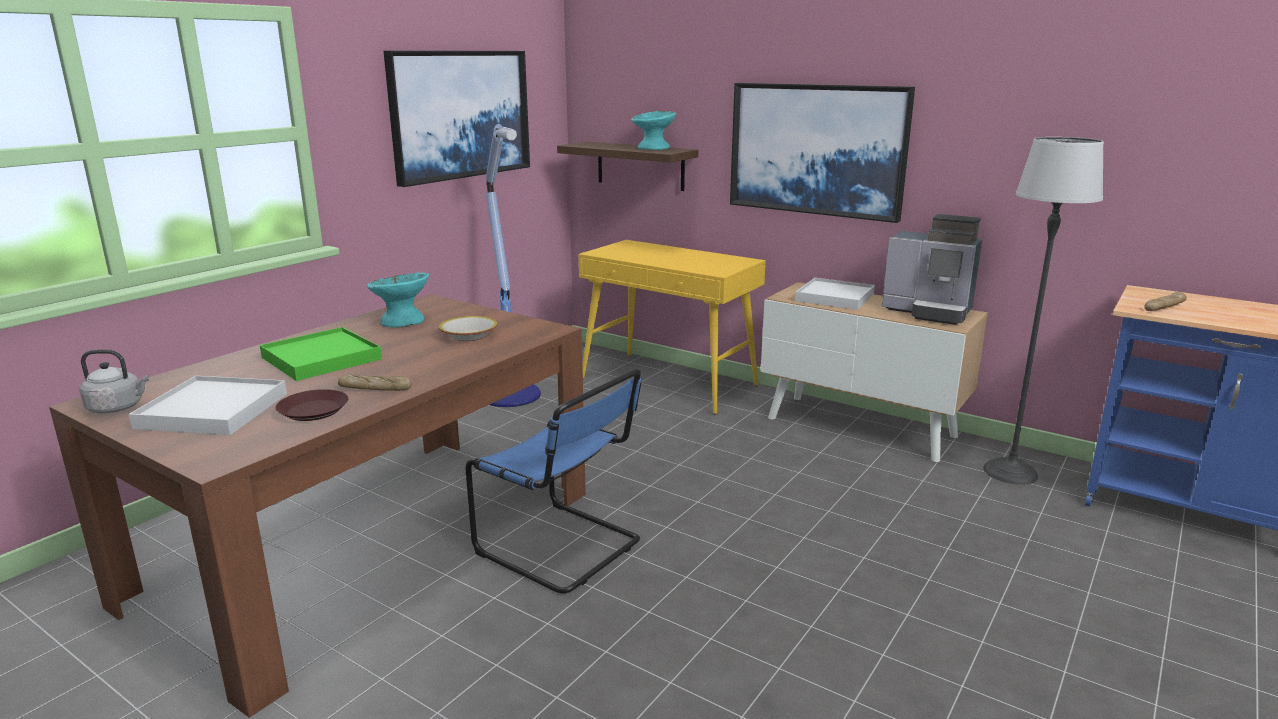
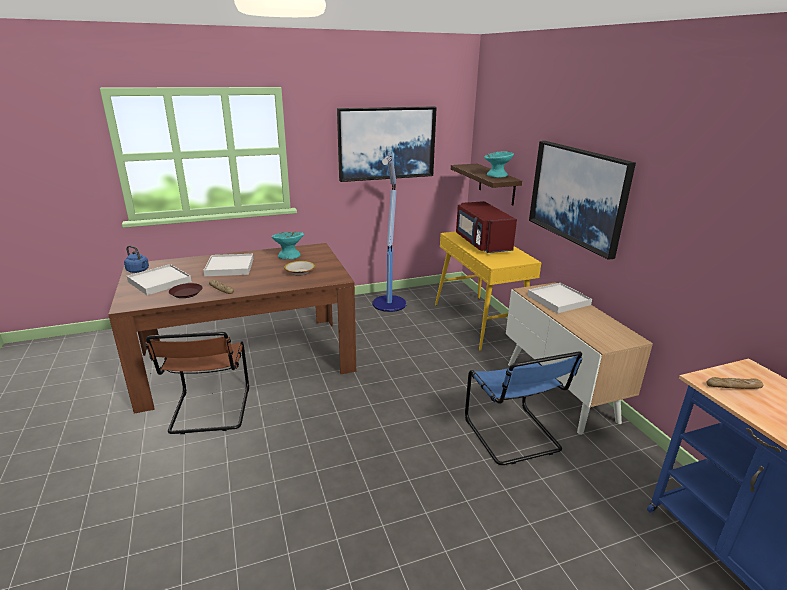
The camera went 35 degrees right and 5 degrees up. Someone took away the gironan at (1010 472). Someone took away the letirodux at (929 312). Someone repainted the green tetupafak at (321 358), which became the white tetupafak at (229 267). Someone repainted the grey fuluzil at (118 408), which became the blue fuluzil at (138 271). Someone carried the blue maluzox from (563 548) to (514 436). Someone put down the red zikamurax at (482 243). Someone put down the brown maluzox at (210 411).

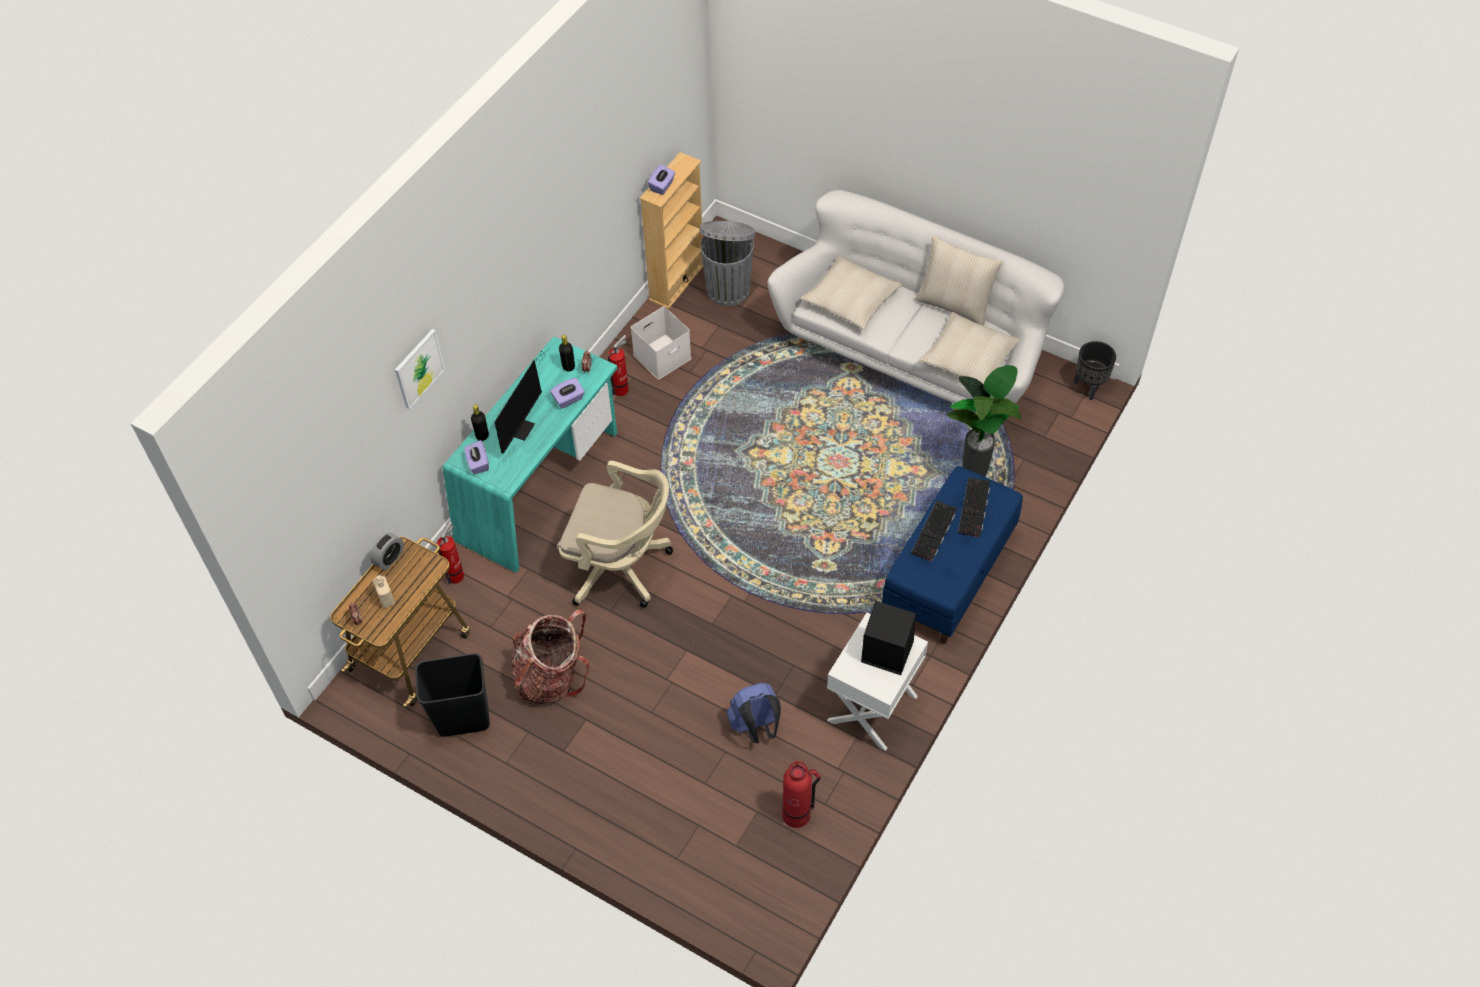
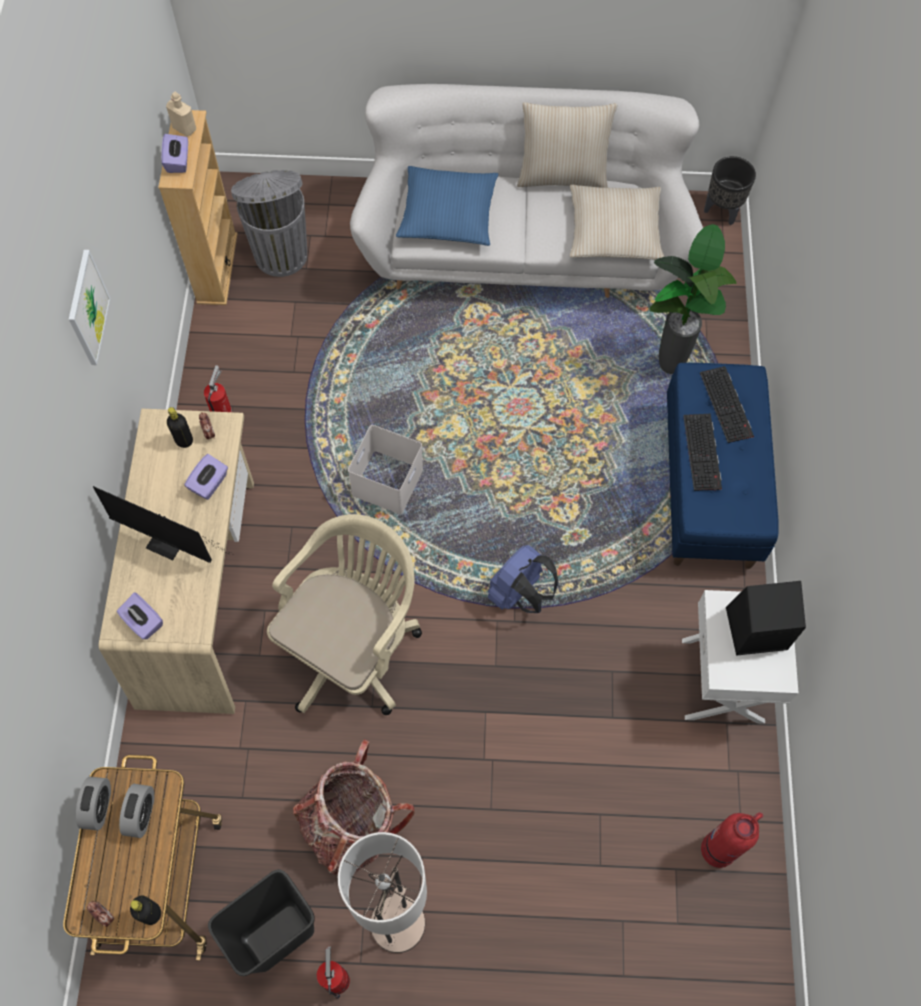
The camera went 30 degrees left and 10 degrees up. Someone repainted the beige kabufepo at (850 299), which became the blue kabufepo at (447 214). Someone carried the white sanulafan from (662 355) to (387 481). Someone carried the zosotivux from (419 368) to (87 308). Someone repainted the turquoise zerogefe at (541 487), which became the beige zerogefe at (202 590). Someone rotated the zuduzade at (522 426) by 120 degrees clockwise. Someone carried the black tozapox from (482 436) to (151 913). Someone rotated the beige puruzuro at (621 567) by 45 degrees counterclockwise. Someone carried the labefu from (456 574) to (337 977). Someone carried the beige tozapox from (386 599) to (184 129). Someone carried the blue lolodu from (756 727) to (520 594). Someone put down the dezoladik at (141 814). Someone put down the gironan at (397 923).

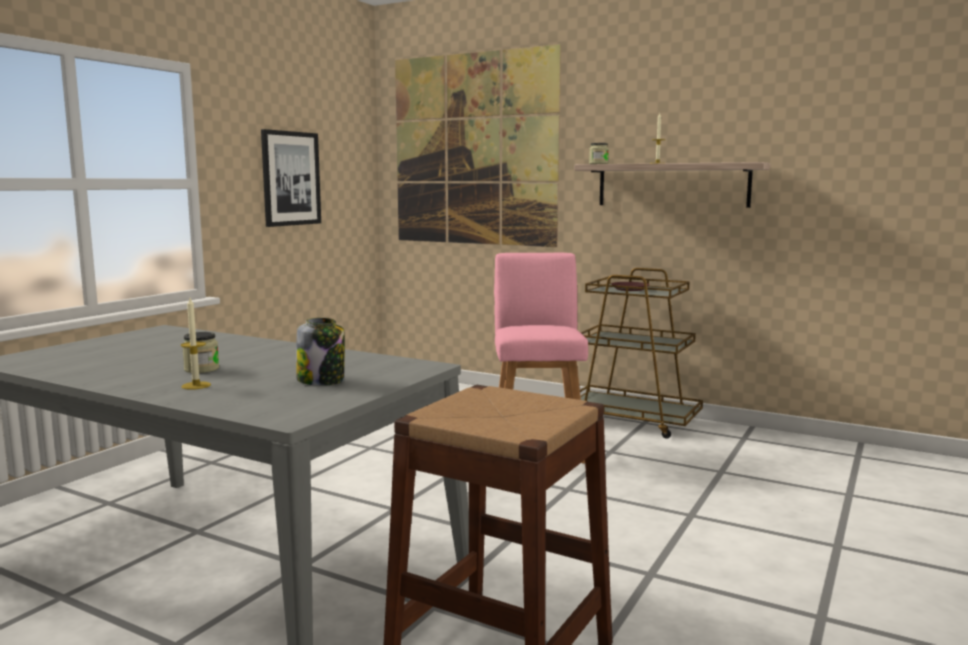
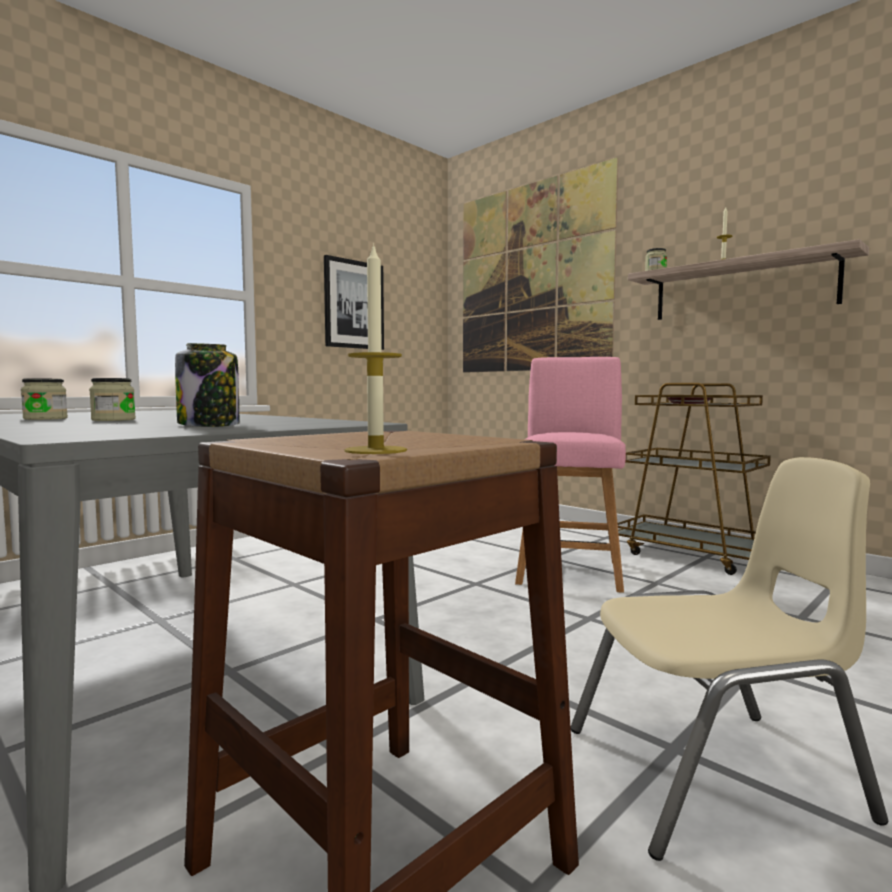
The camera went 15 degrees right and 5 degrees down. Someone carried the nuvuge from (196 385) to (375 450). Someone put down the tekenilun at (45 418). Someone put down the beige maluzox at (714 775).

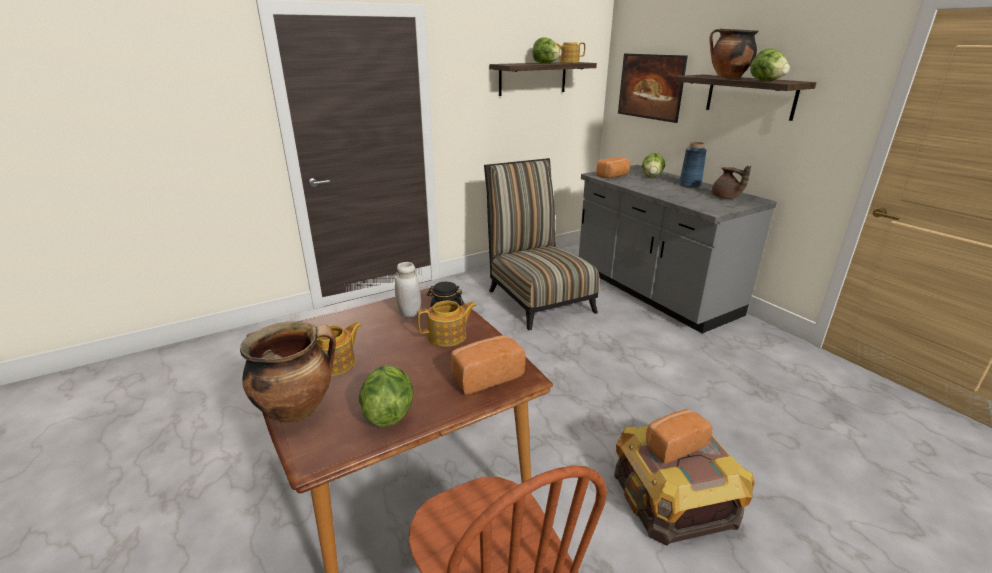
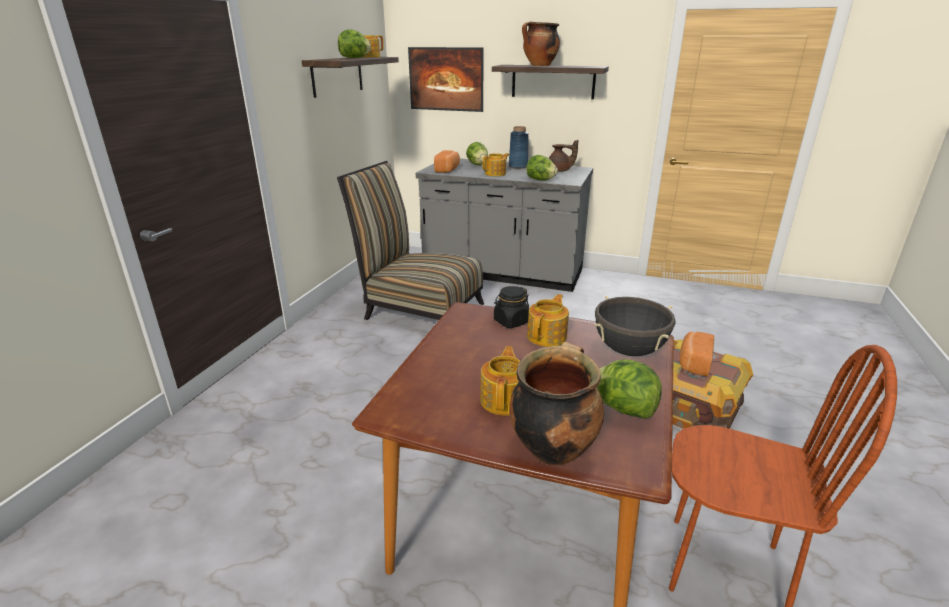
The camera went 40 degrees left and 0 degrees up. Someone carried the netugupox from (766 81) to (540 180). Someone took away the white tekenilun at (409 313). Someone swapped the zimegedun at (485 376) for the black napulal at (629 350). Someone put down the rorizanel at (496 174).

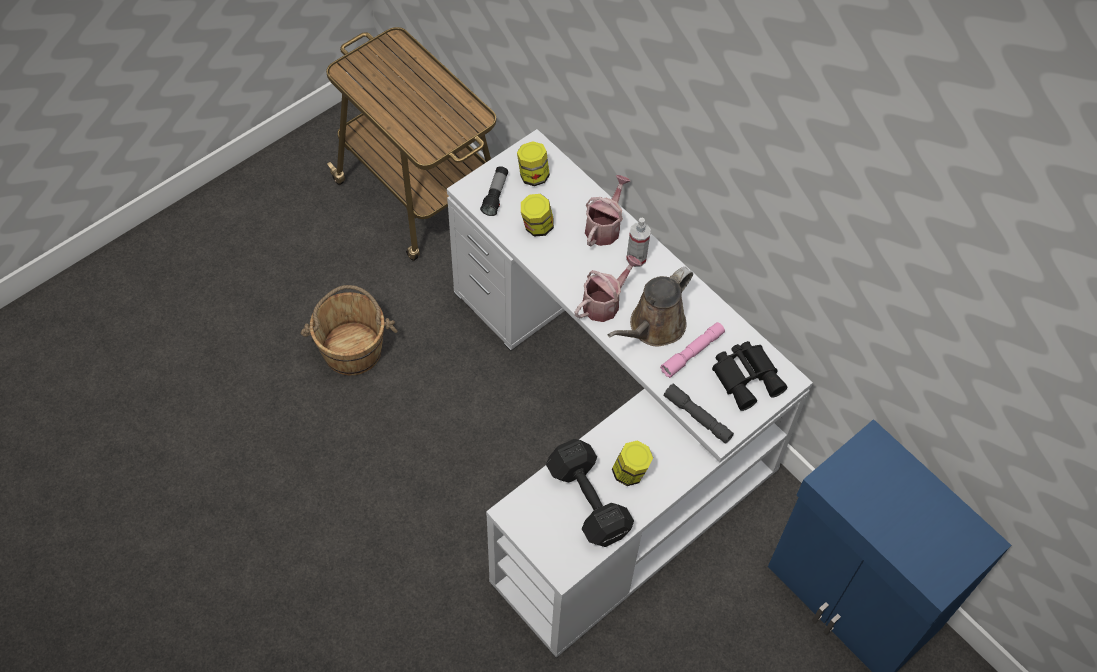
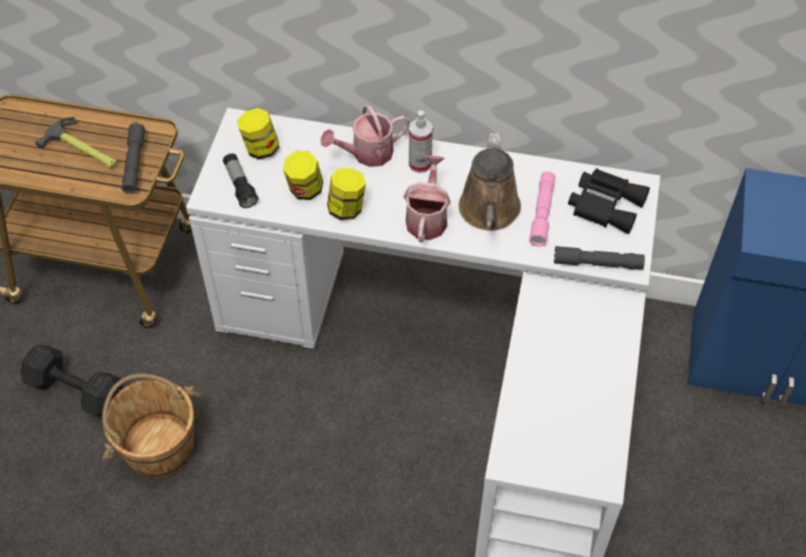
The camera went 35 degrees left and 5 degrees down. Someone rotated the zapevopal at (604 226) by 105 degrees counterclockwise. Someone carried the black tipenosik from (588 503) to (77 392). Someone carried the tekenilun from (630 472) to (347 208). Someone put down the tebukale at (83 150). Someone put down the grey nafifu at (134 163).

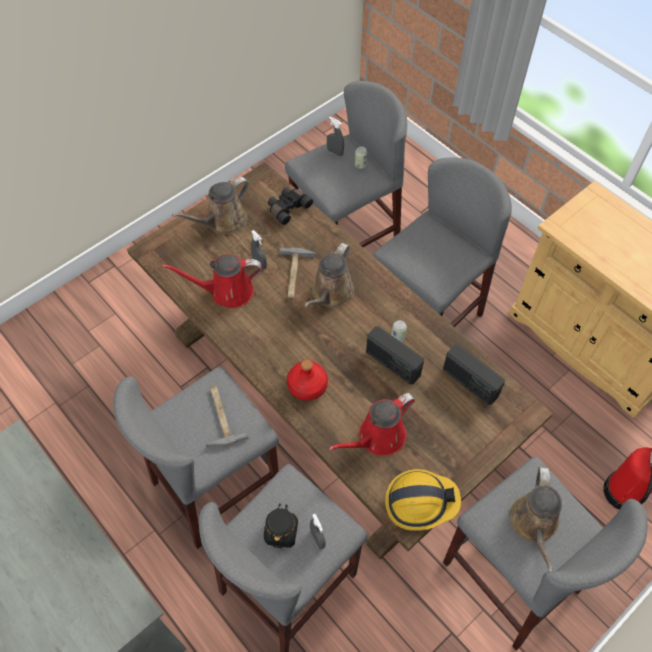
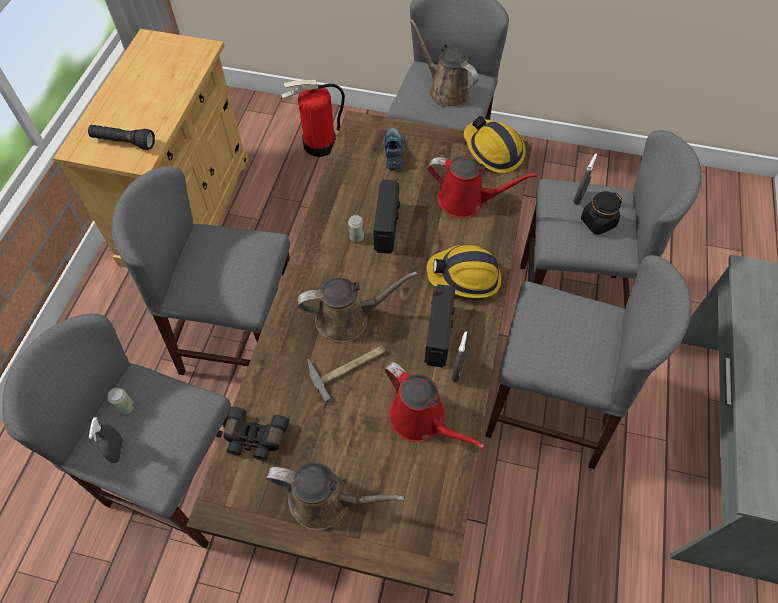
The camera went 125 degrees left and 0 degrees up. Someone carried the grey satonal from (259 264) to (457 371). Someone carried the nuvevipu from (470 382) to (439 335). Someone swapped the red tozapox at (307 385) for the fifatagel at (465 277). Someone took away the tebukale at (220 416). Someone rotated the brown zapevopal at (534 524) by 105 degrees counterclockwise. Someone put down the black nafifu at (124 142). Someone put down the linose at (394 152).

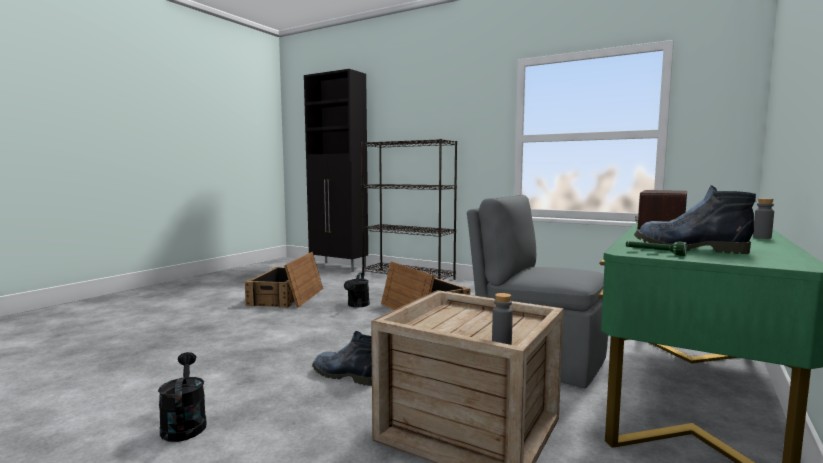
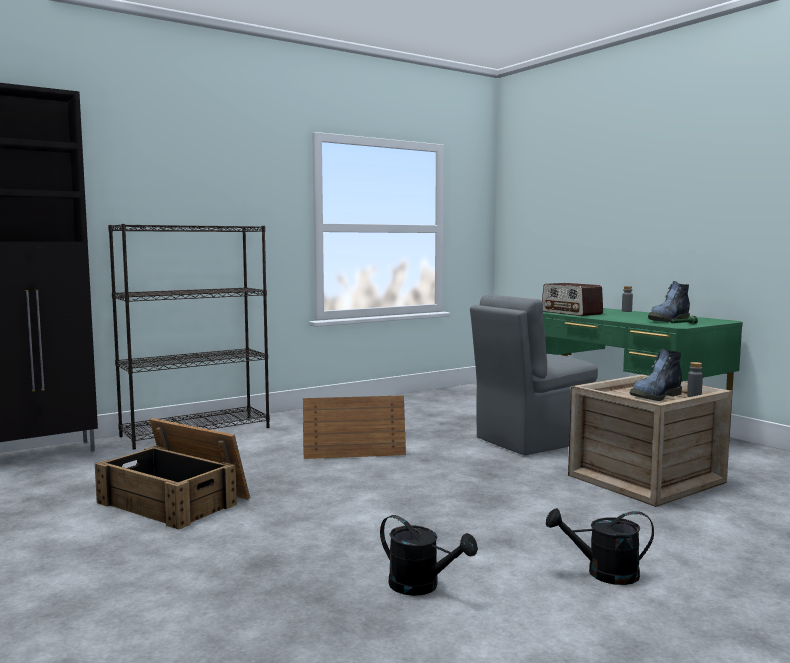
The camera went 65 degrees left and 0 degrees up. Someone carried the black zapevopal from (357 305) to (422 586). Someone carried the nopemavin from (345 375) to (655 397).

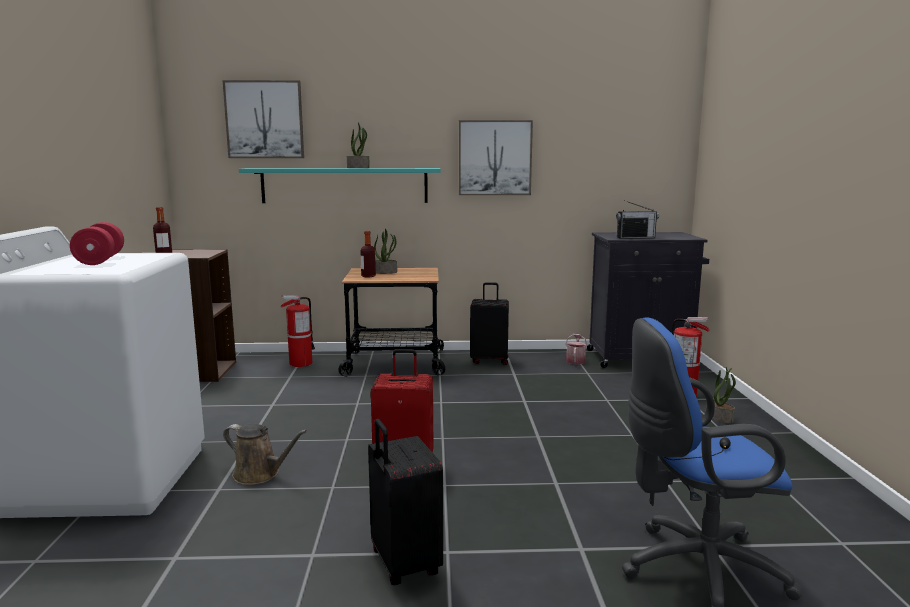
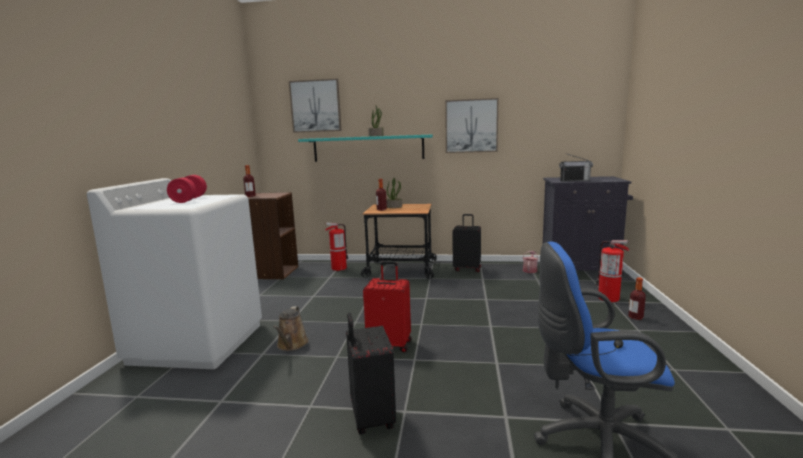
The camera went 10 degrees right and 0 degrees up. Someone swapped the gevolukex at (719 418) for the tozapox at (635 317). Someone rotated the brown zapevopal at (260 474) by 60 degrees clockwise.

